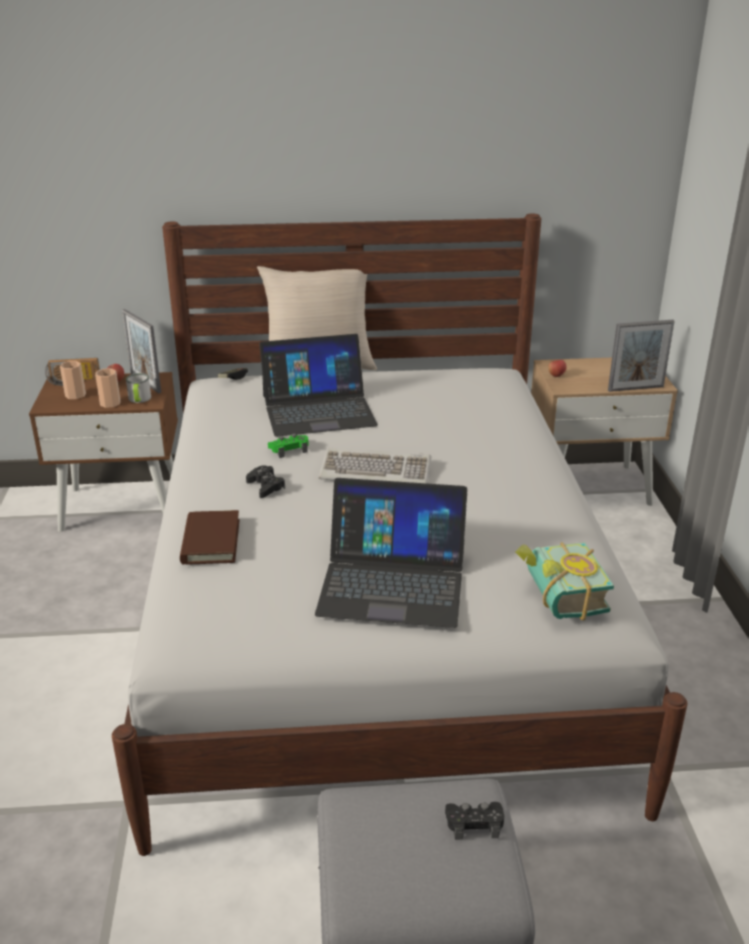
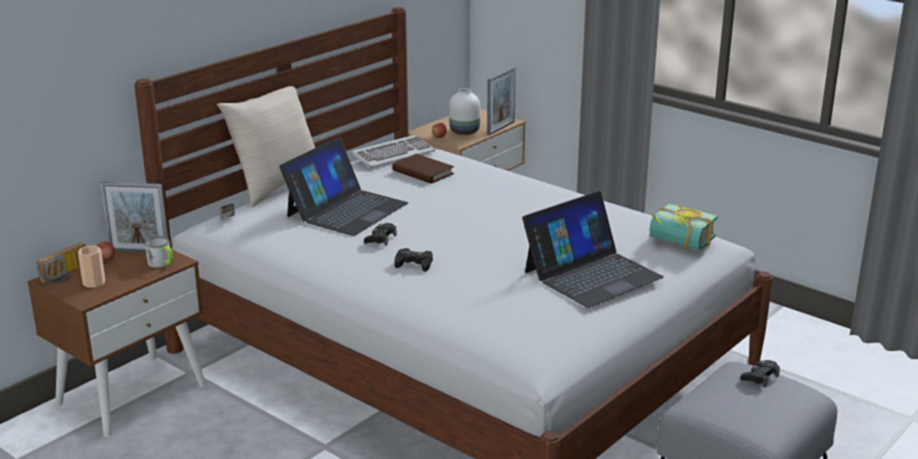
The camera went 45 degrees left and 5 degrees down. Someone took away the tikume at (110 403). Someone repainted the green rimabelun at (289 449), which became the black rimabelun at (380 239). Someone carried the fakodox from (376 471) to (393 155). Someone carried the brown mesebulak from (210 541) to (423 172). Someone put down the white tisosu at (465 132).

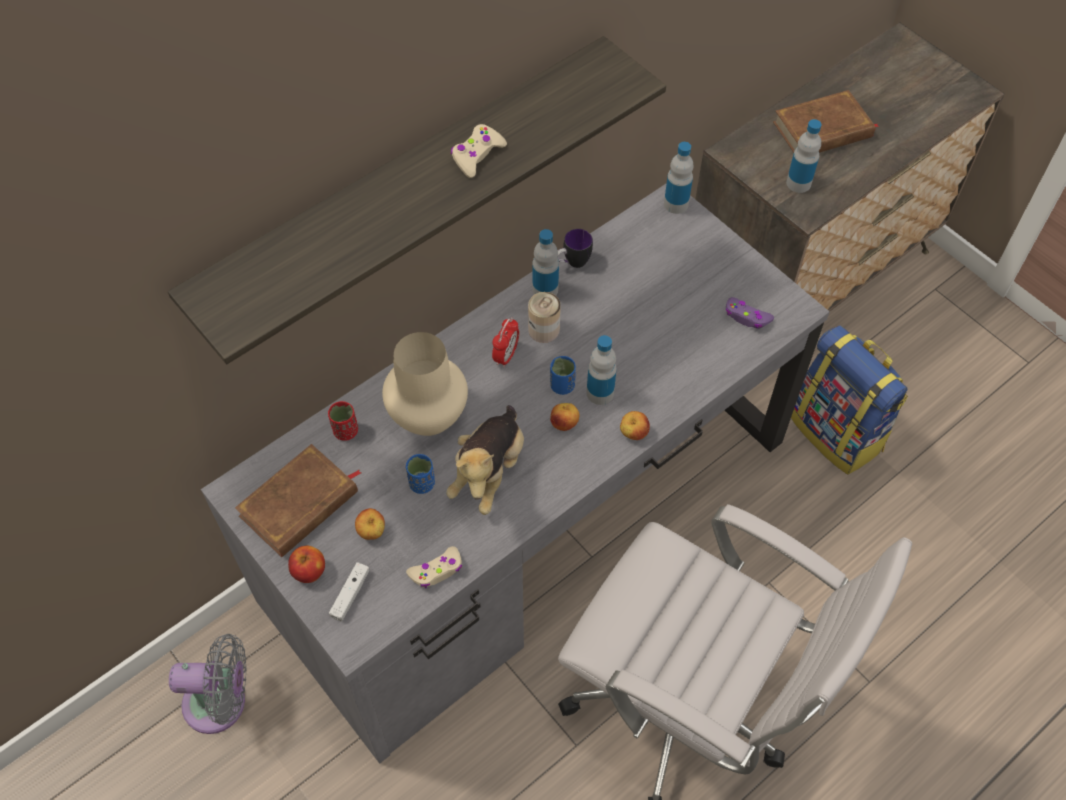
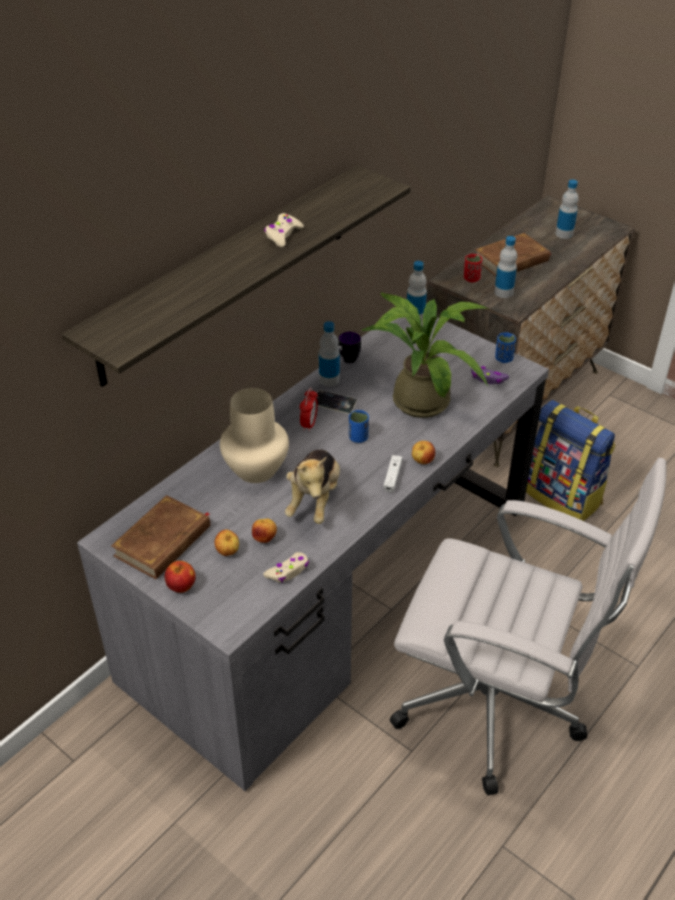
The camera went 10 degrees left and 15 degrees down. Someone swapped the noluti at (544 330) for the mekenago at (334 404). Someone carried the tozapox from (600 393) to (564 234). Someone carried the red tikume from (345 431) to (471 279). Someone carried the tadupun from (564 424) to (264 538). Someone carried the blue tikume from (422 483) to (503 358). Someone carried the white rimabelun from (350 594) to (392 477). Someone took away the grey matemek at (221 703). Someone put down the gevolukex at (418 397).

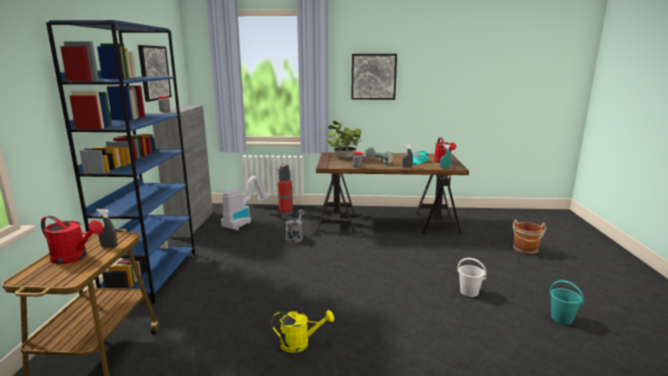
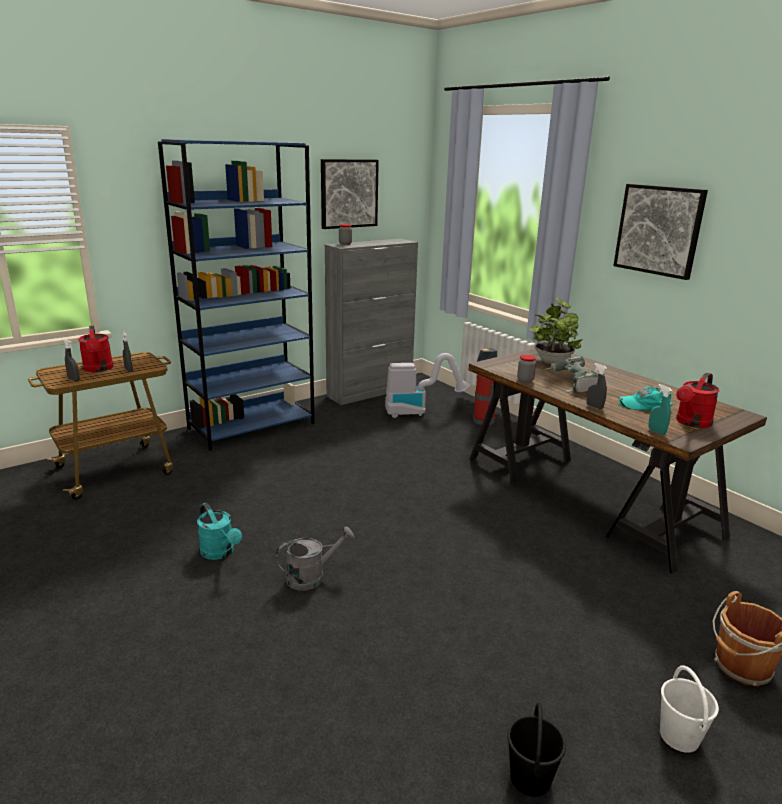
The camera went 50 degrees right and 5 degrees up. Someone carried the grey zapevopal from (295 237) to (312 577). Someone carried the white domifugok from (469 292) to (679 737). Someone repainted the turquoise domifugok at (562 319), which became the black domifugok at (530 779). Someone repainted the yellow zapevopal at (300 343), which became the turquoise zapevopal at (220 553). Someone put down the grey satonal at (74 380).

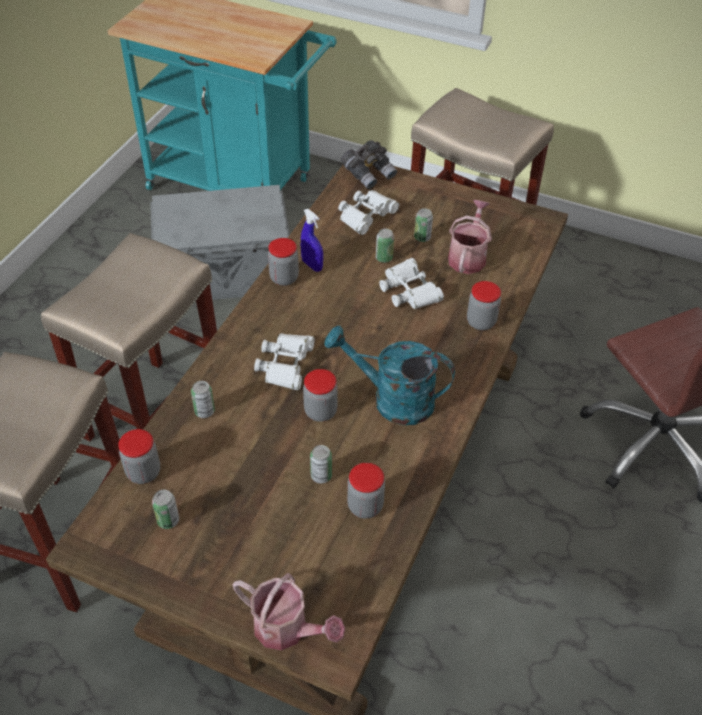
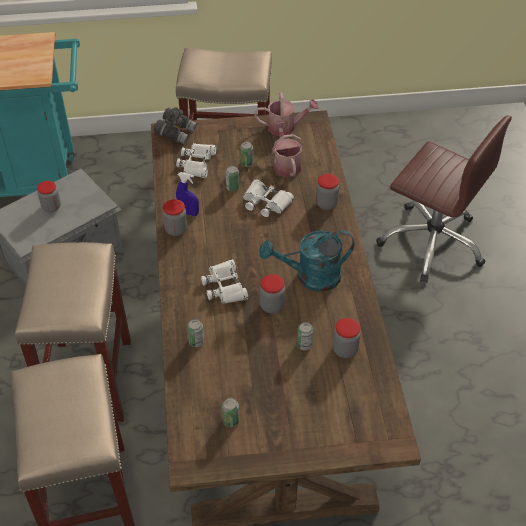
The camera went 30 degrees left and 0 degrees up. Someone carried the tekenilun from (143 472) to (51 207). Someone carried the zapevopal from (287 629) to (285 127).

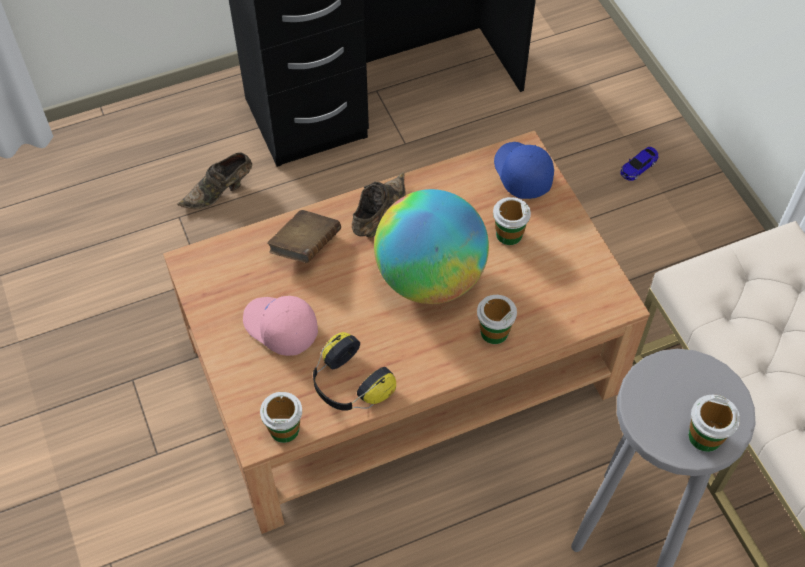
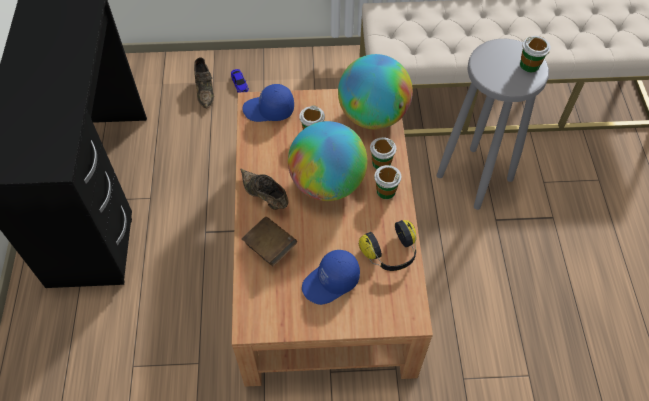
The camera went 70 degrees left and 0 degrees up. Someone carried the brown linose from (220 192) to (205 90). Someone repainted the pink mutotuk at (279 328), which became the blue mutotuk at (331 282). Someone carried the tikume from (284 429) to (385 191). Someone put down the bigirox at (373 116).

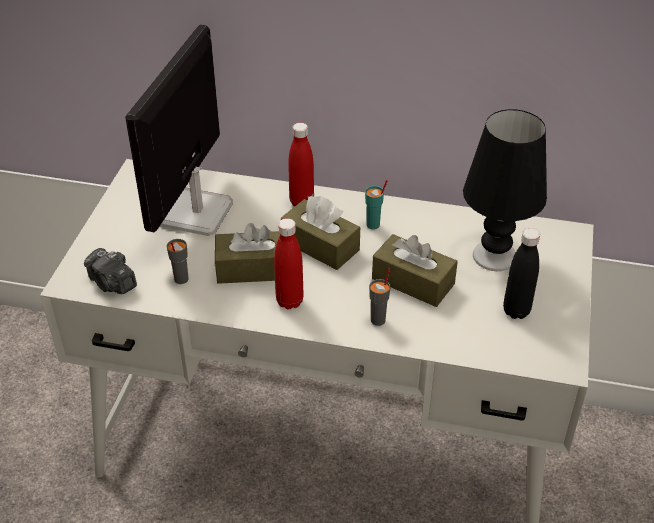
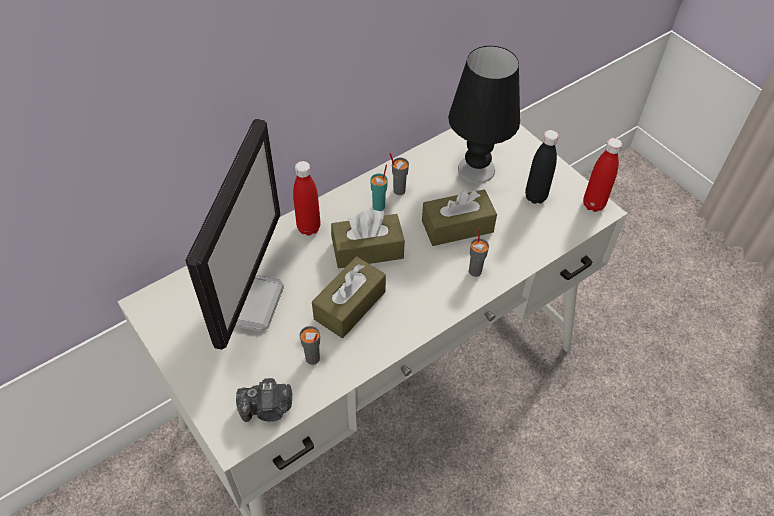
The camera went 50 degrees left and 10 degrees up. Someone rotated the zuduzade at (195 214) by 135 degrees counterclockwise. Someone carried the red tozapox from (289 301) to (593 204). Someone put down the grey tikume at (399 190).

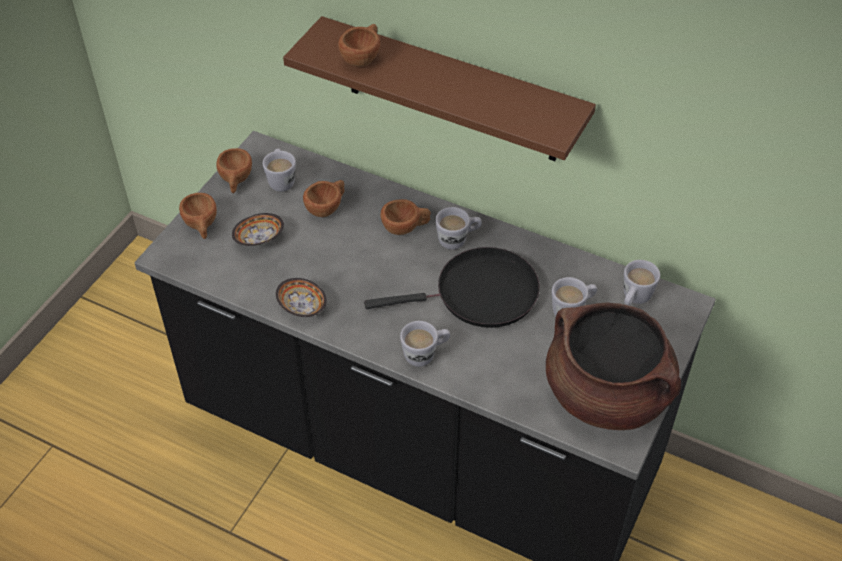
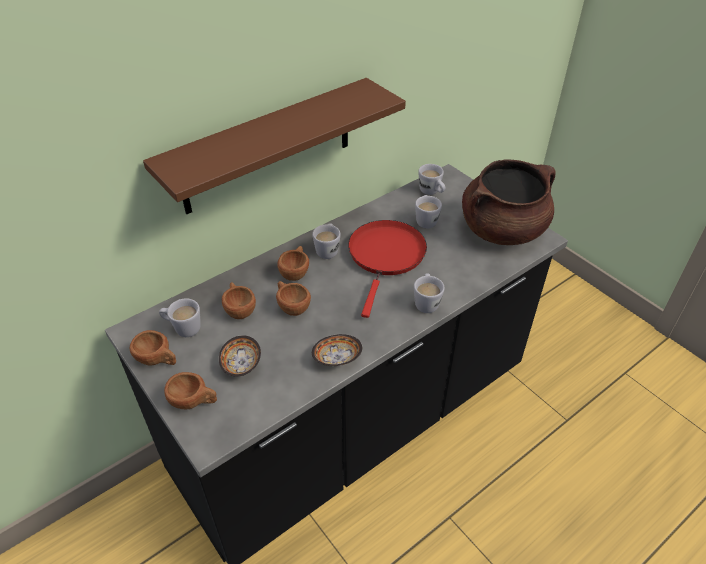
The camera went 65 degrees left and 5 degrees down. Someone carried the brown tikume from (363 57) to (291 306). Someone repainted the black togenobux at (480 294), which became the red togenobux at (386 256).

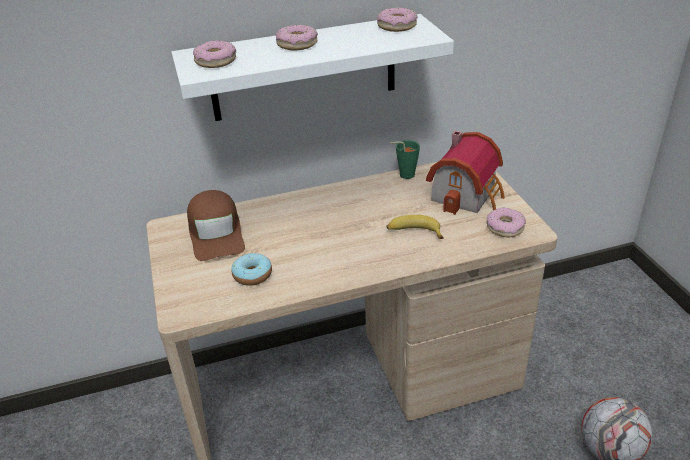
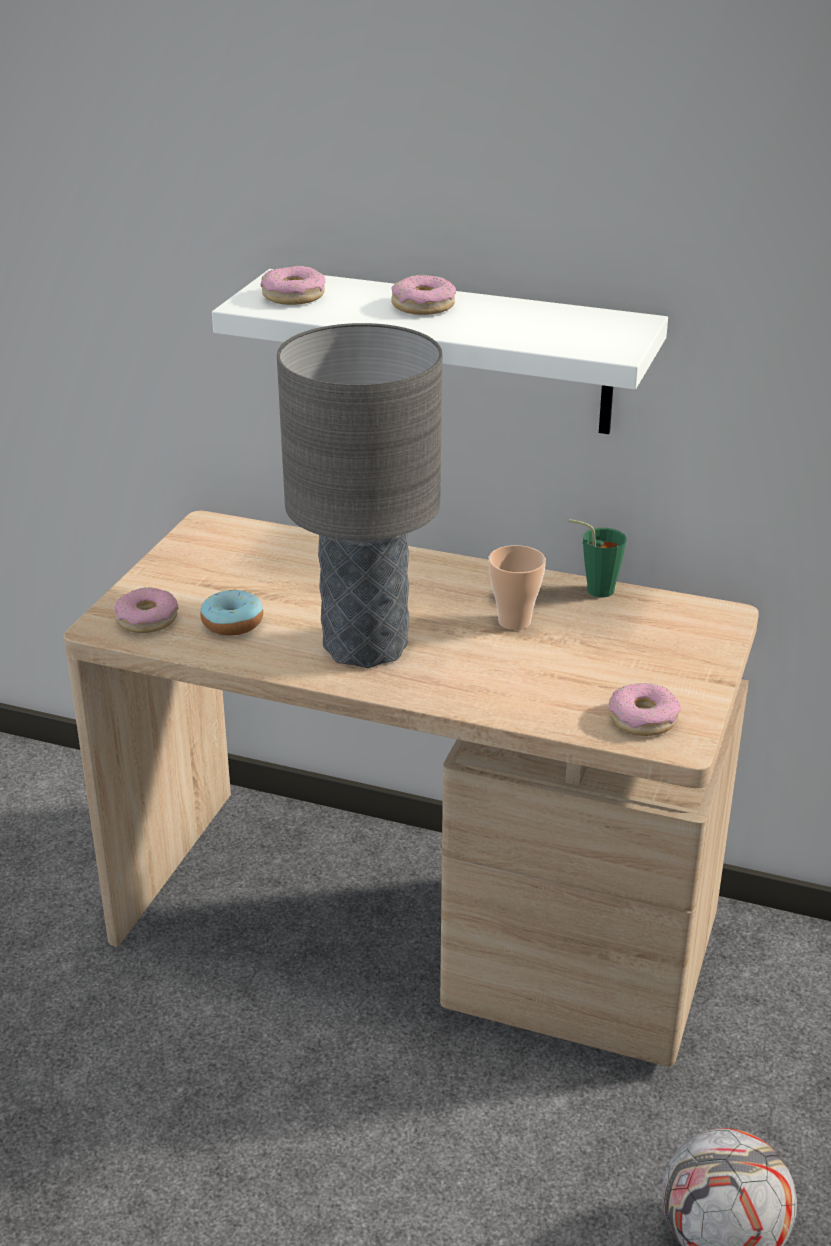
The camera went 35 degrees right and 5 degrees down. Someone carried the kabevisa from (396 26) to (146 619). Someone took away the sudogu at (467 194). Someone took away the brown mutotuk at (216 233). Someone took away the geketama at (414 232). Someone put down the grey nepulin at (364 646). Someone put down the tikume at (514 622).

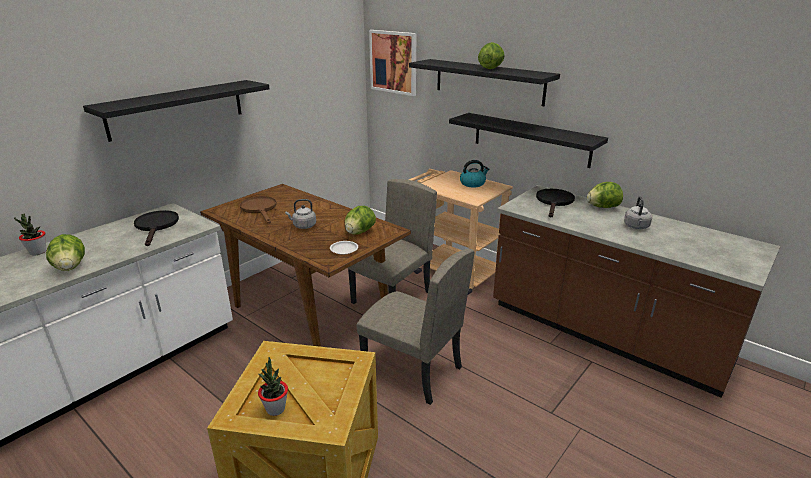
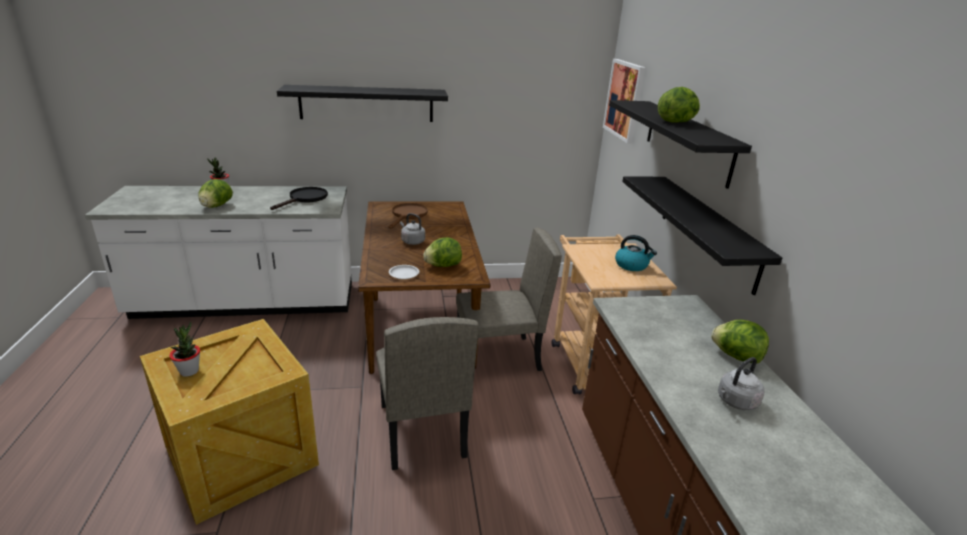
The camera went 40 degrees right and 0 degrees up. Someone took away the black togenobux at (554 202).

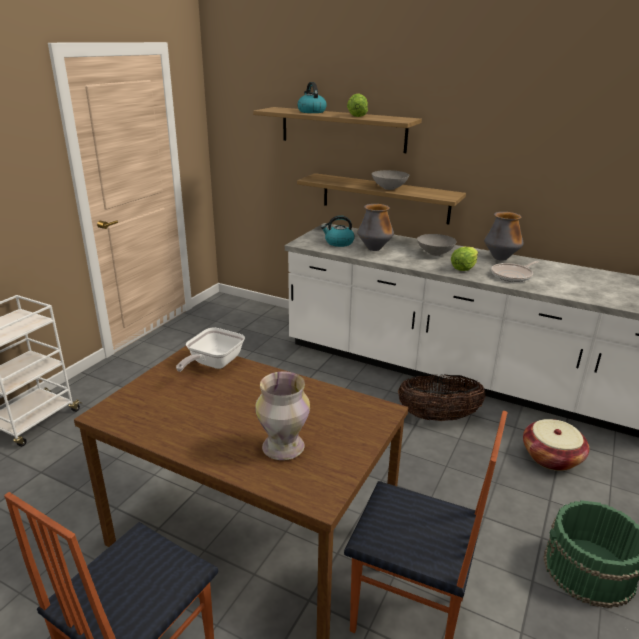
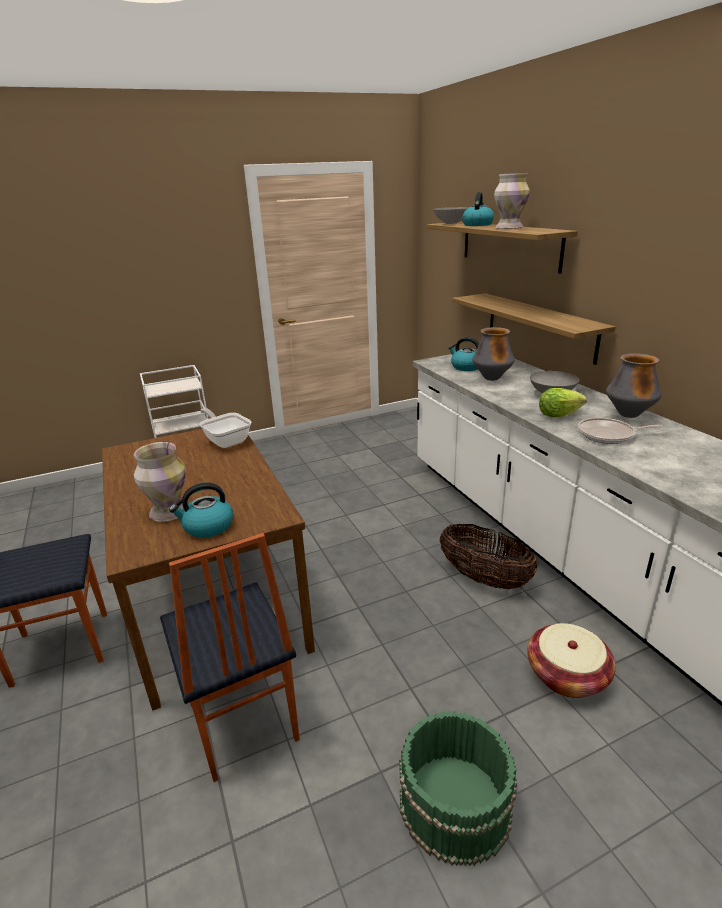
The camera went 40 degrees right and 0 degrees up. Someone swapped the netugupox at (357 116) for the tisosu at (508 228). Someone carried the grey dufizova from (390 188) to (452 223). Someone rotated the togenobux at (212 364) by 75 degrees clockwise. Someone put down the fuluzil at (207 526).

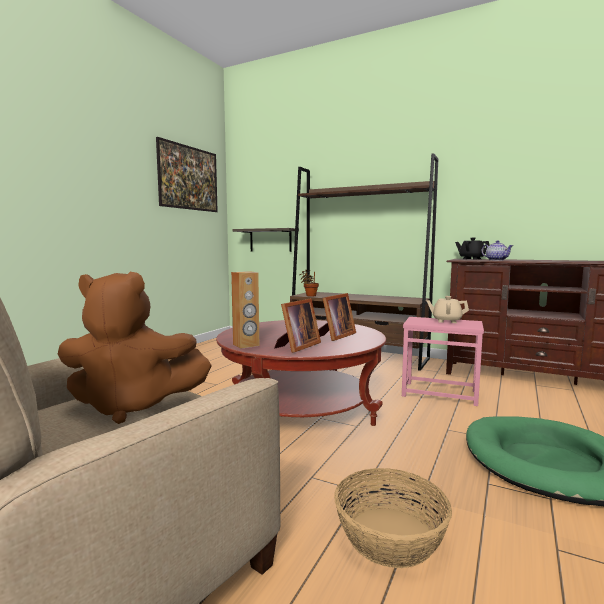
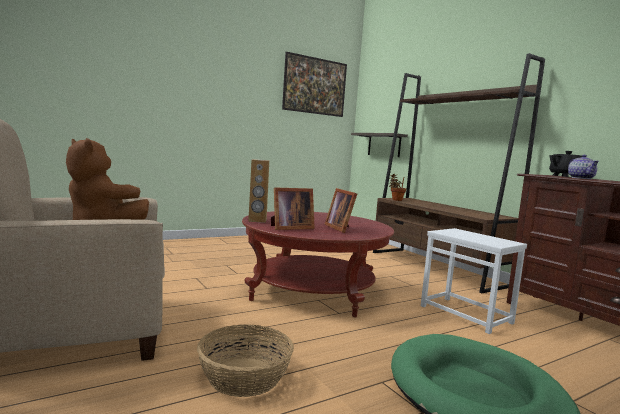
The camera went 30 degrees right and 0 degrees up. Someone rotated the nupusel at (335 336) by 90 degrees clockwise. Someone took away the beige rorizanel at (446 321). Someone repainted the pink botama at (440 393), which became the white botama at (466 314).

